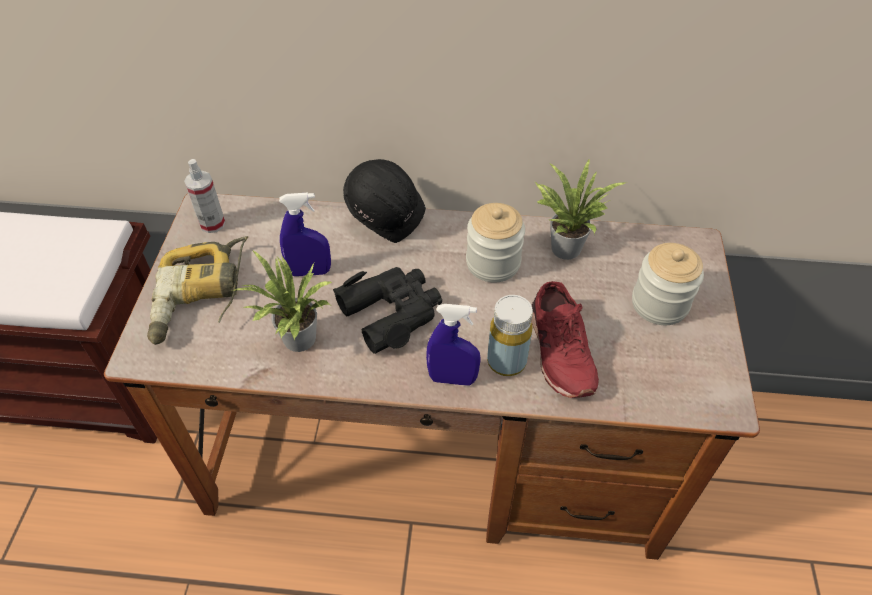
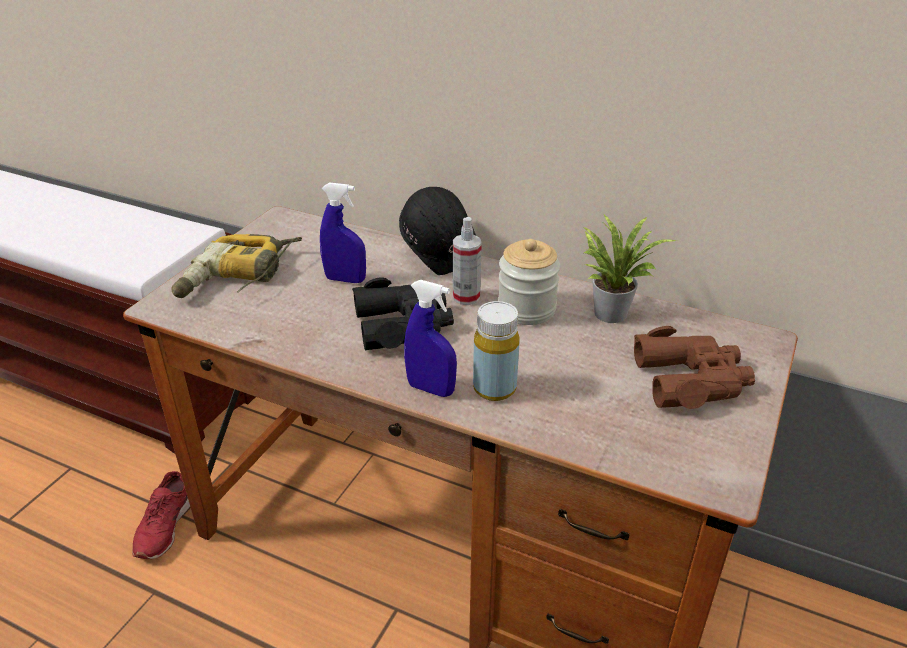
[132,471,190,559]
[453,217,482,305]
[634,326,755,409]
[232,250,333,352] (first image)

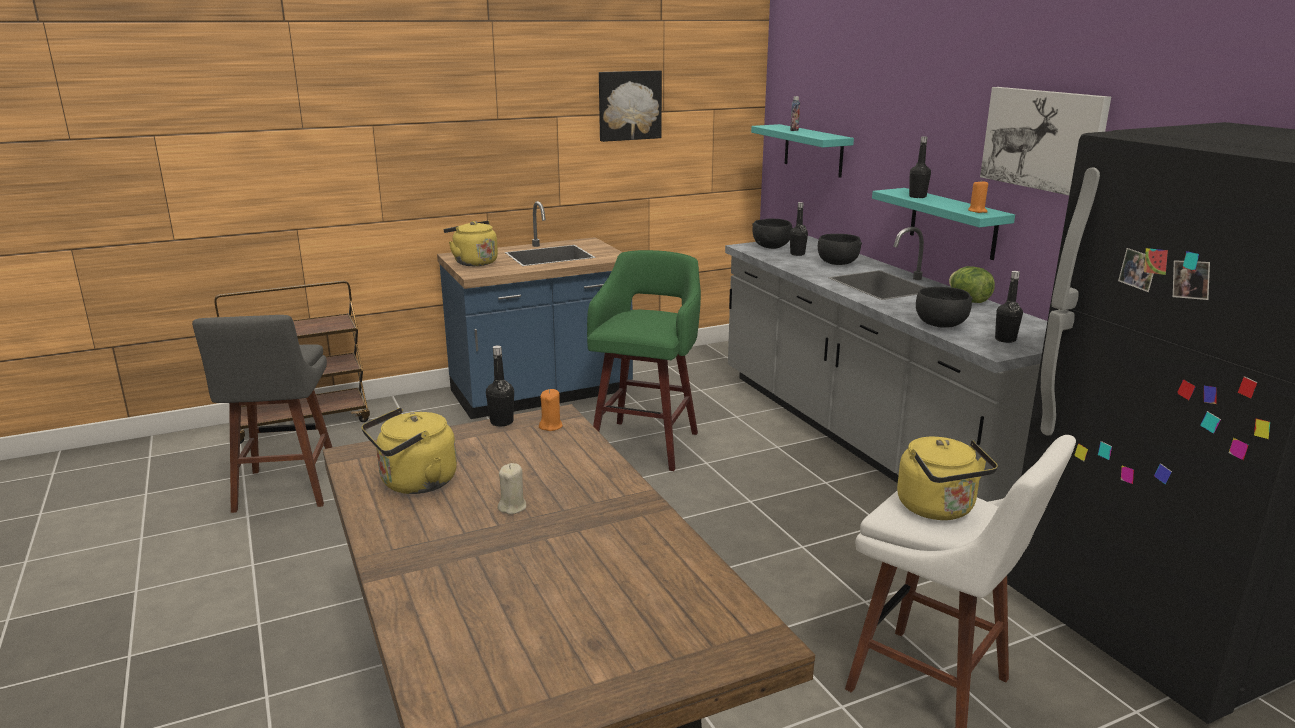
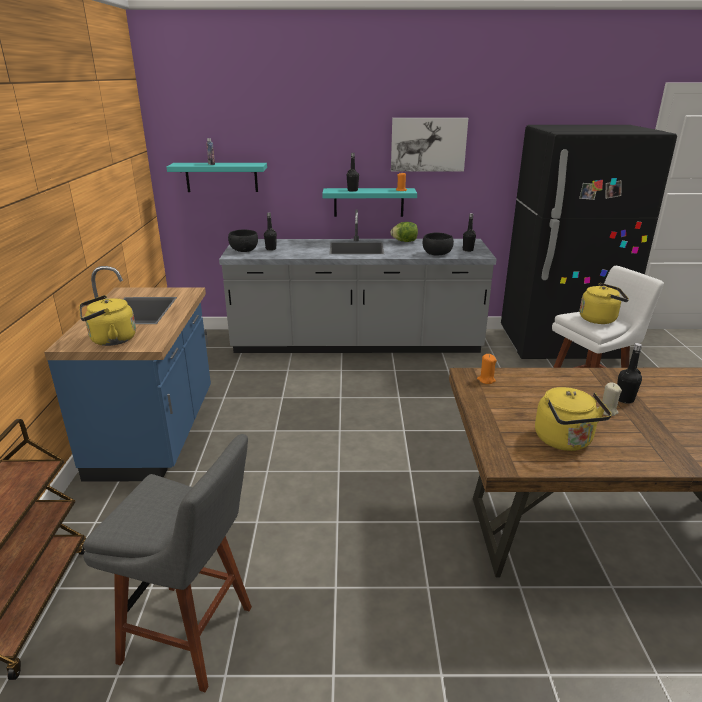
[617,343,642,404]
[587,250,701,471] (first image)
[599,70,662,142] (first image)
[818,234,862,265] (first image)

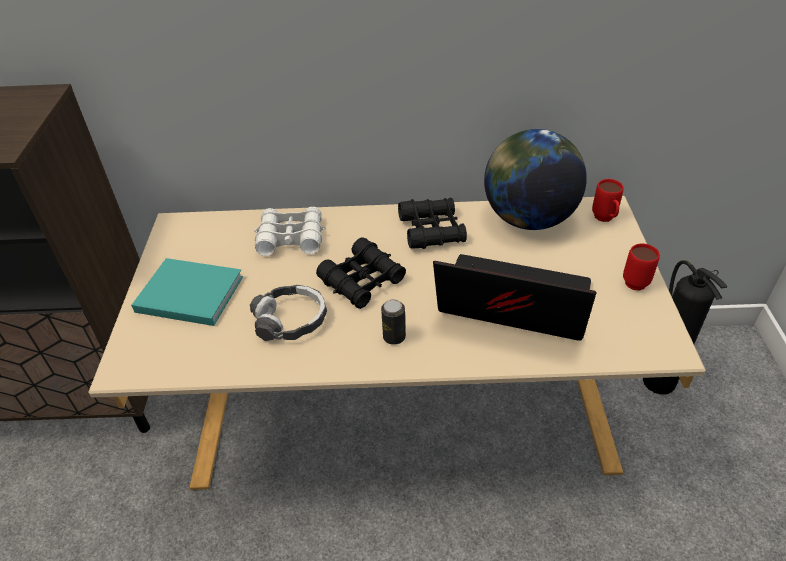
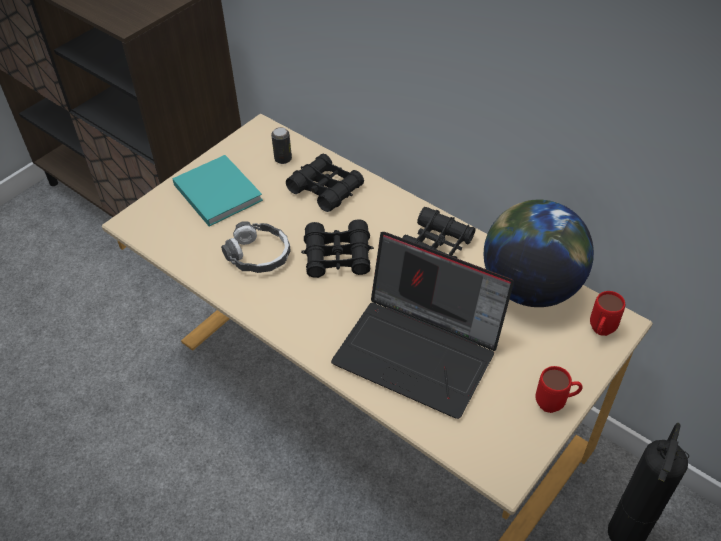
[271,127,292,164]
[286,154,364,212]
[331,232,514,419]

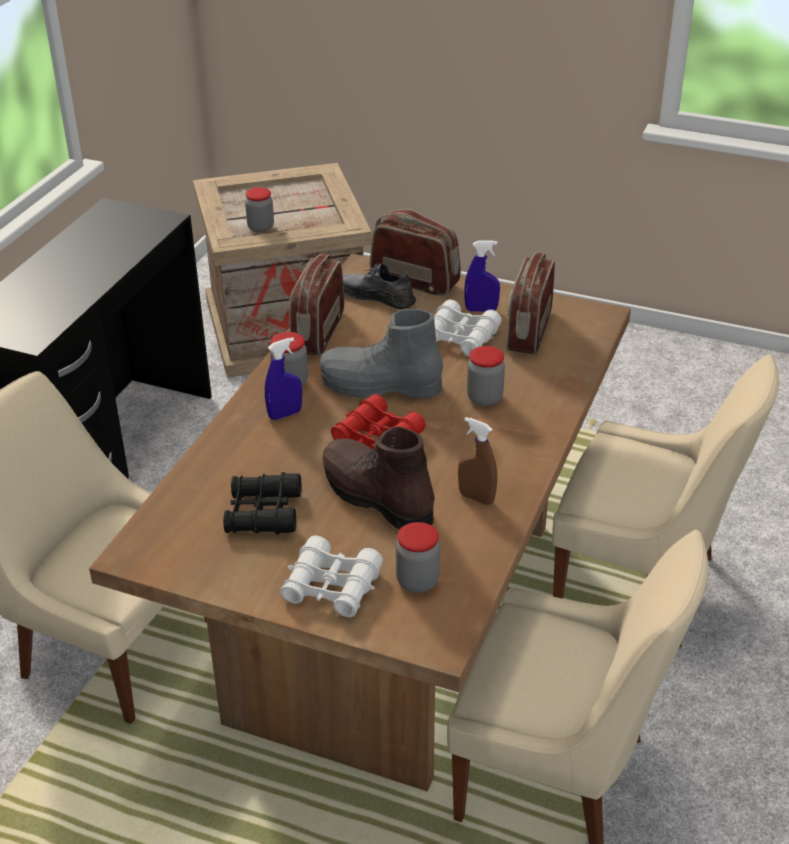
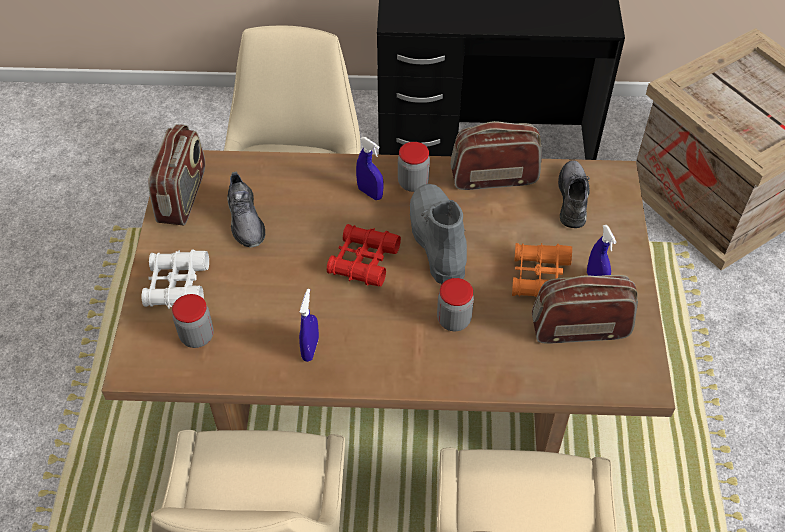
[148,124,205,225]
[227,172,265,248]
[299,289,319,362]
[512,243,572,297]
[245,187,274,233] (first image)
[323,426,435,529] (first image)

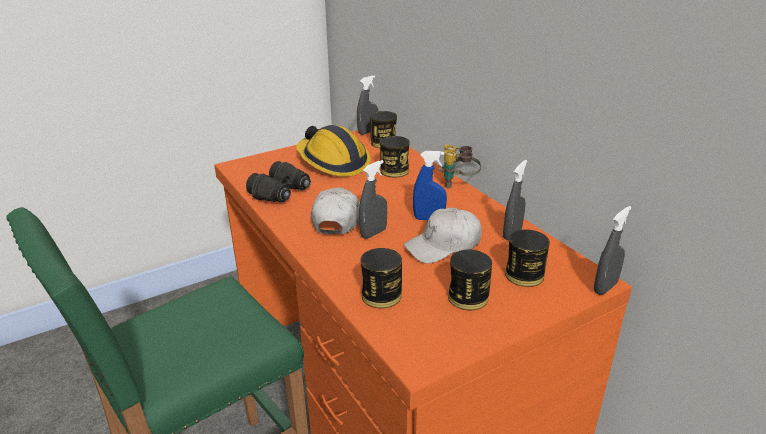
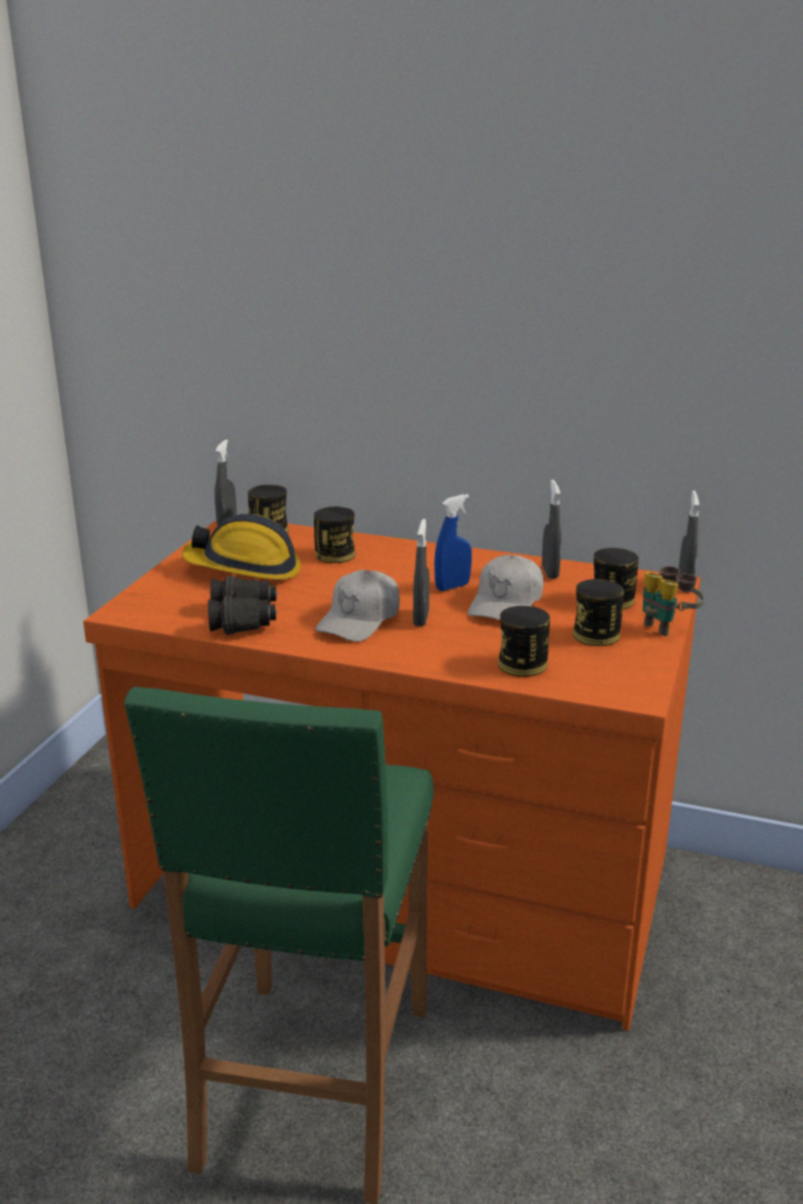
[315,570,400,642]
[643,566,704,636]

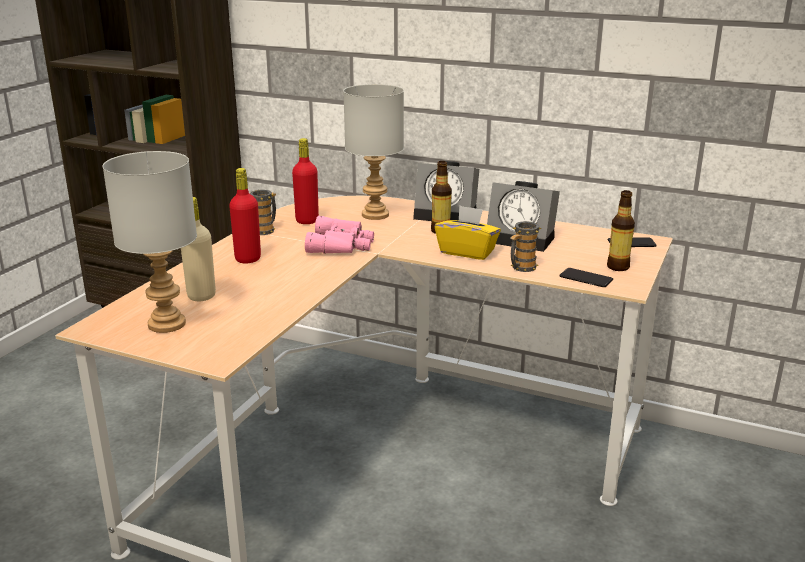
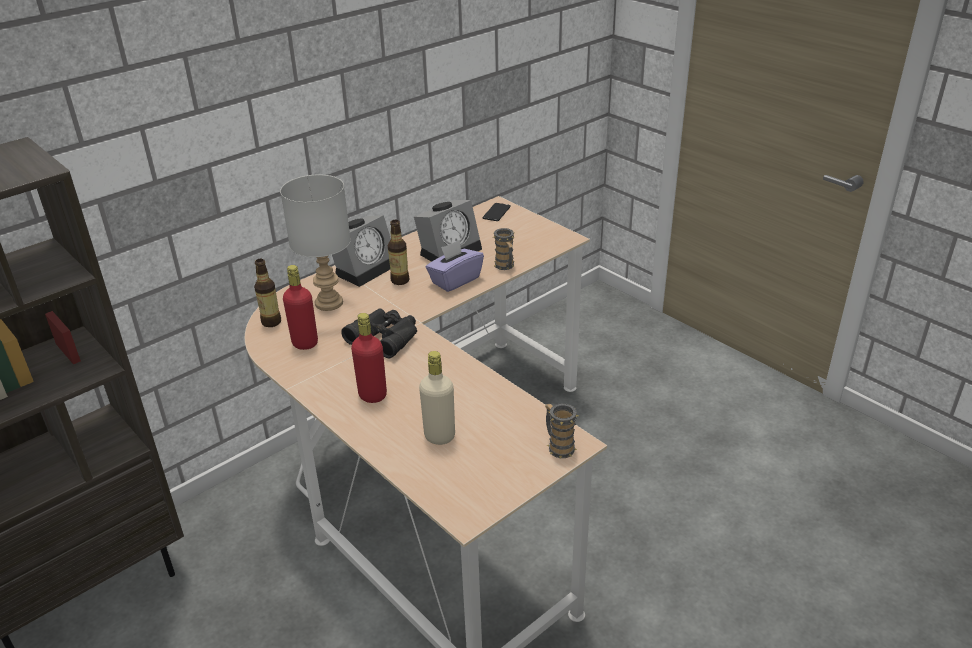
[254,259,281,327]
[341,308,417,359]
[426,240,484,292]
[545,403,579,458]
[102,151,197,333] (first image)
[559,268,613,287] (first image)

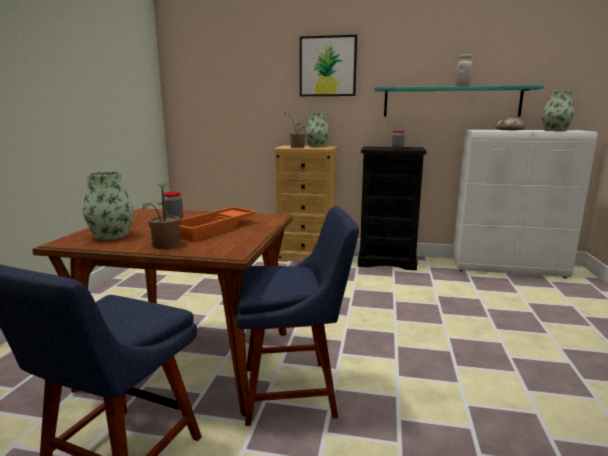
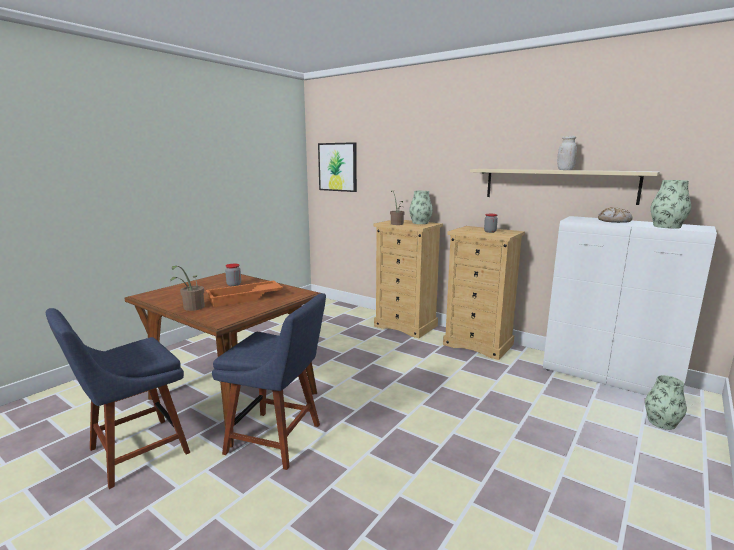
[318,142,357,192]
[443,226,525,360]
[470,169,659,205]
[645,375,687,430]

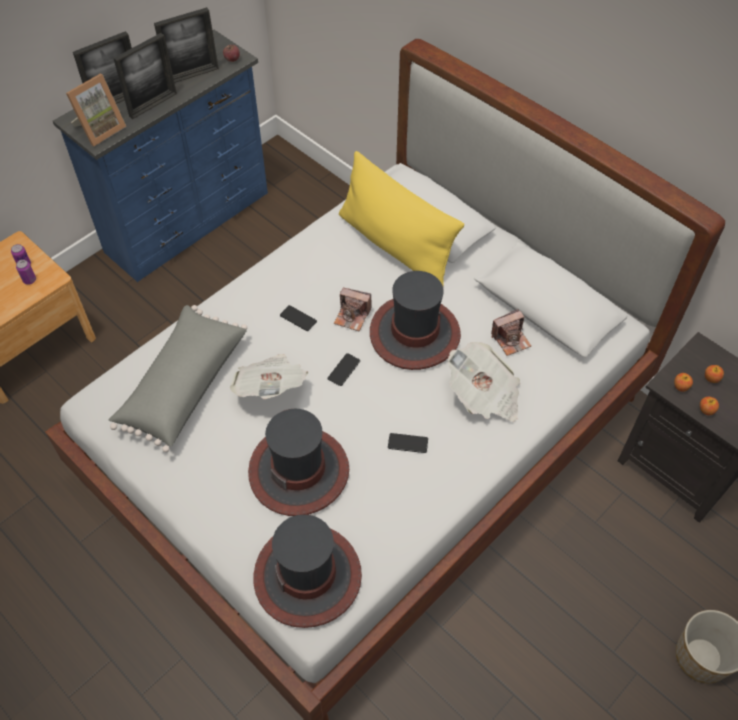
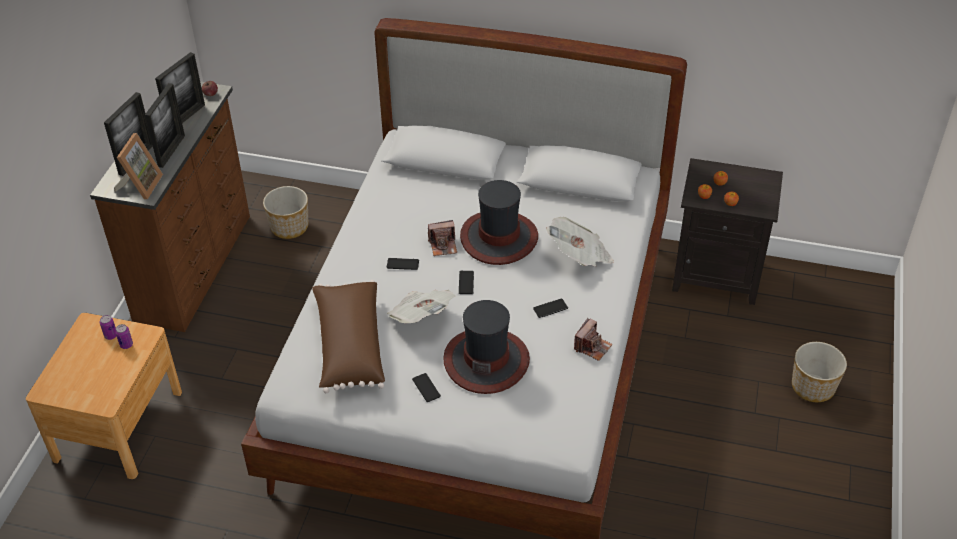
[90,81,250,332]
[263,186,308,239]
[312,280,385,393]
[412,373,441,402]
[574,318,612,361]
[253,514,362,628] (first image)
[339,151,464,285] (first image)

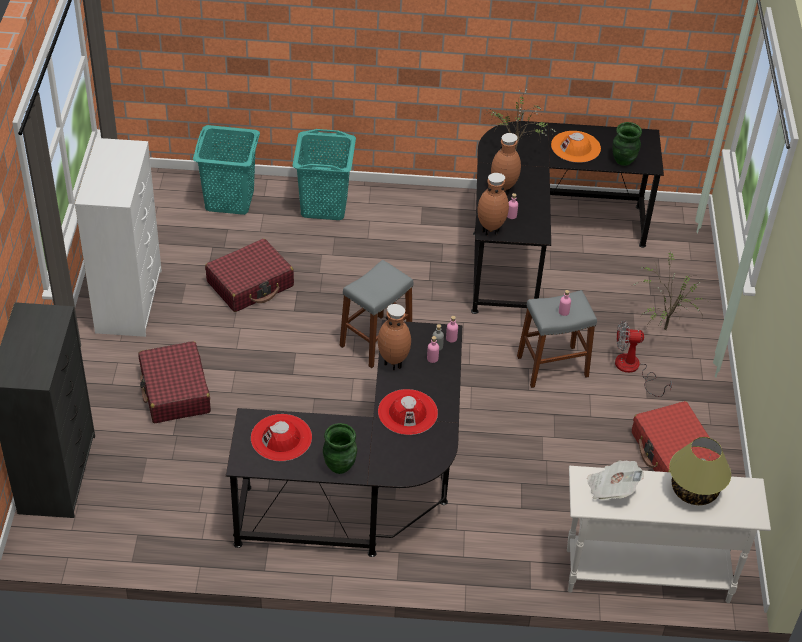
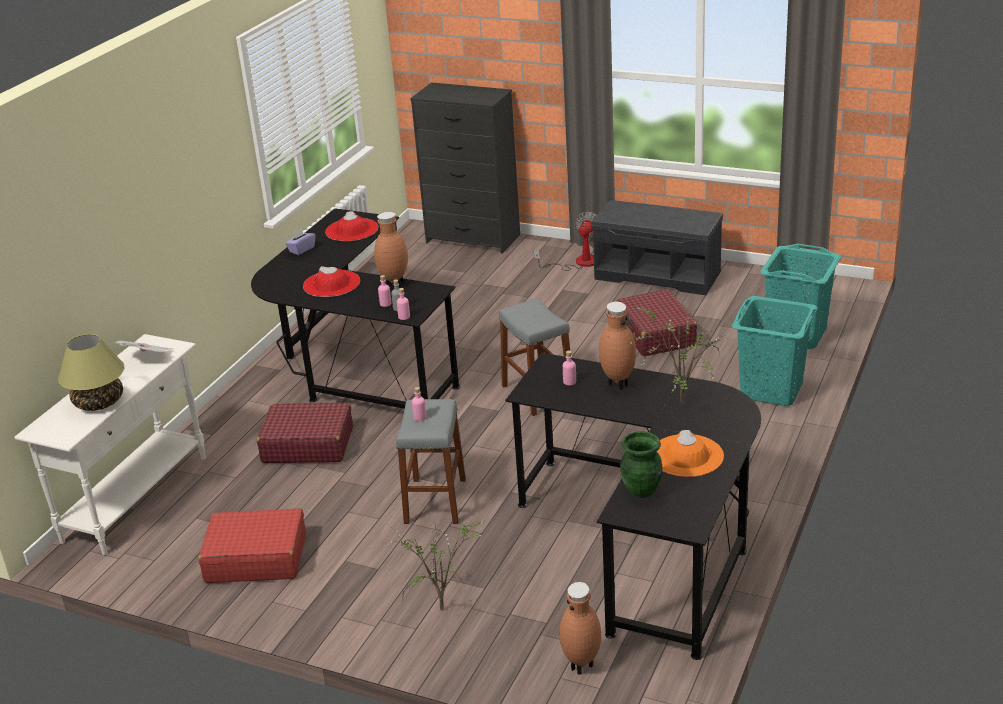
[257,402,353,463]
[285,228,316,255]
[534,212,596,271]
[559,582,601,675]
[592,200,723,295]

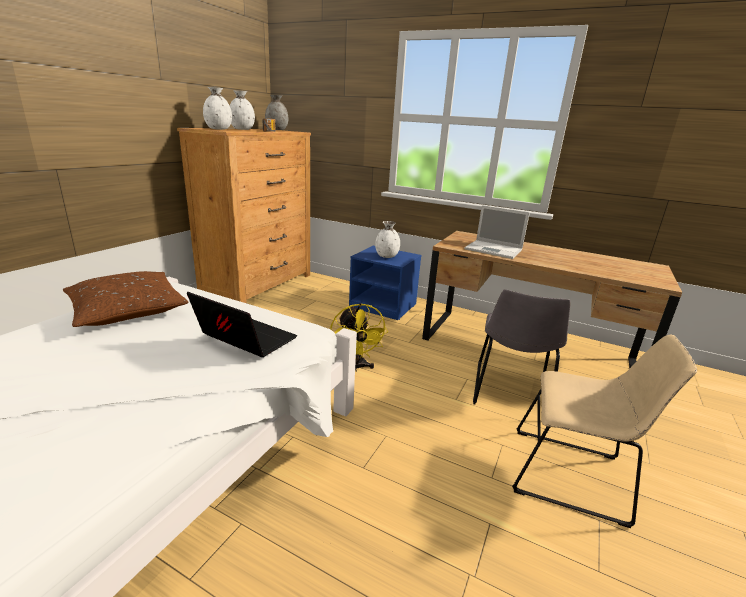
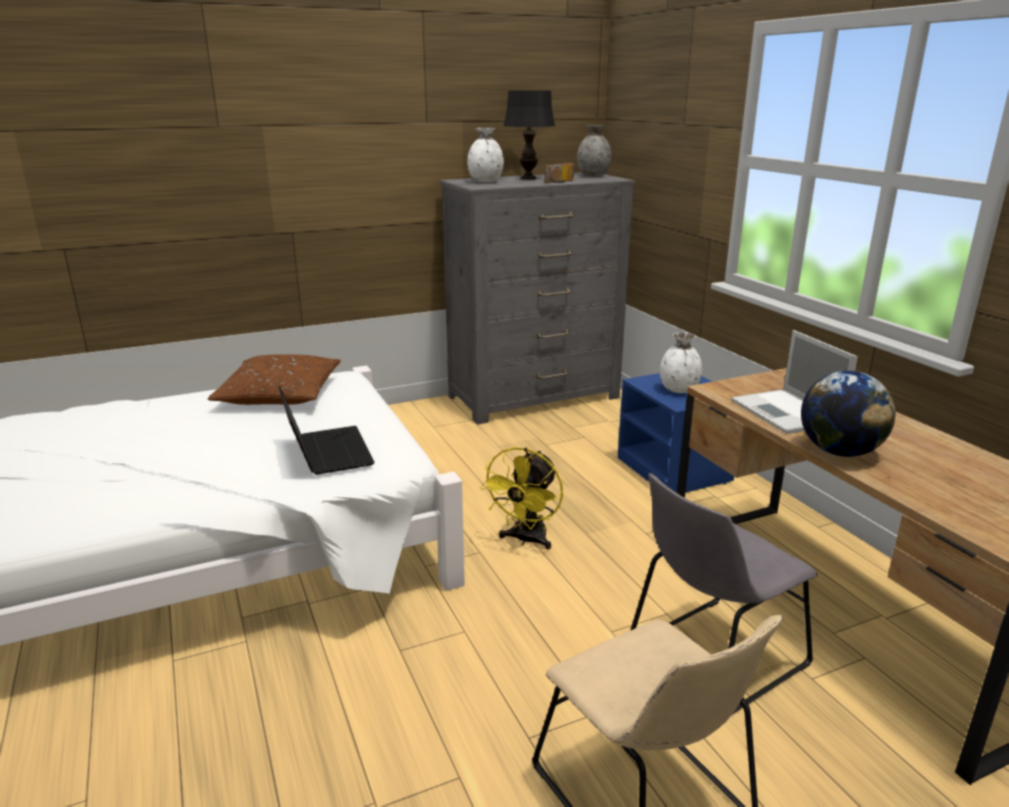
[440,173,636,425]
[504,91,555,180]
[801,371,895,457]

